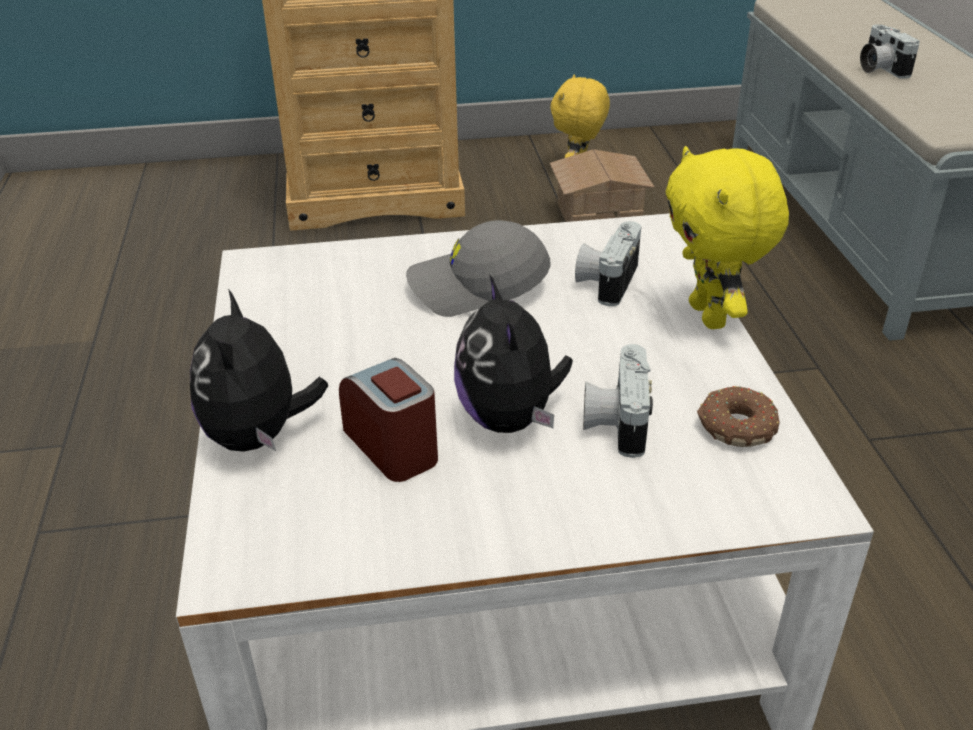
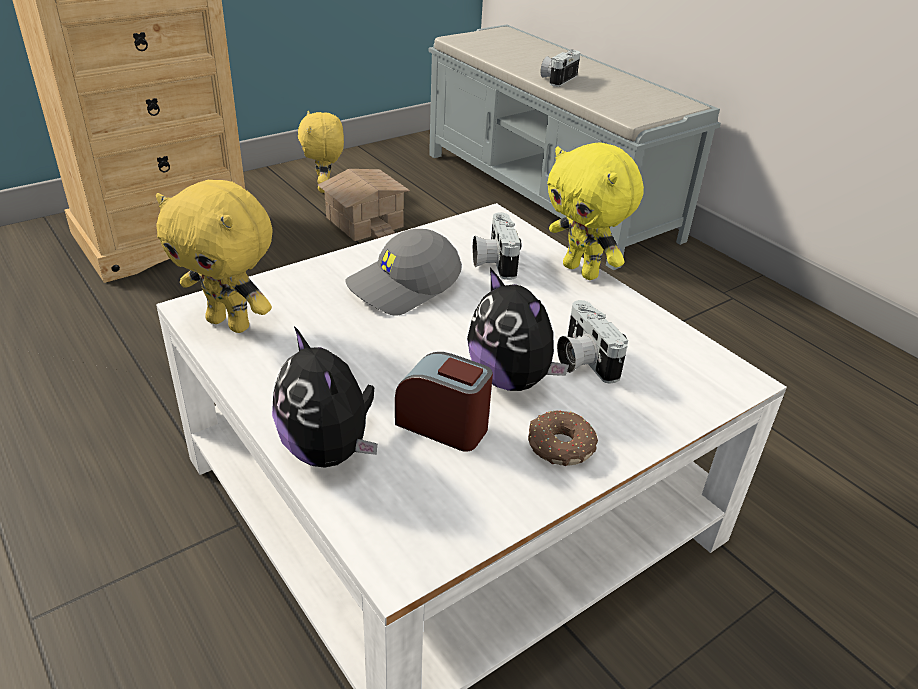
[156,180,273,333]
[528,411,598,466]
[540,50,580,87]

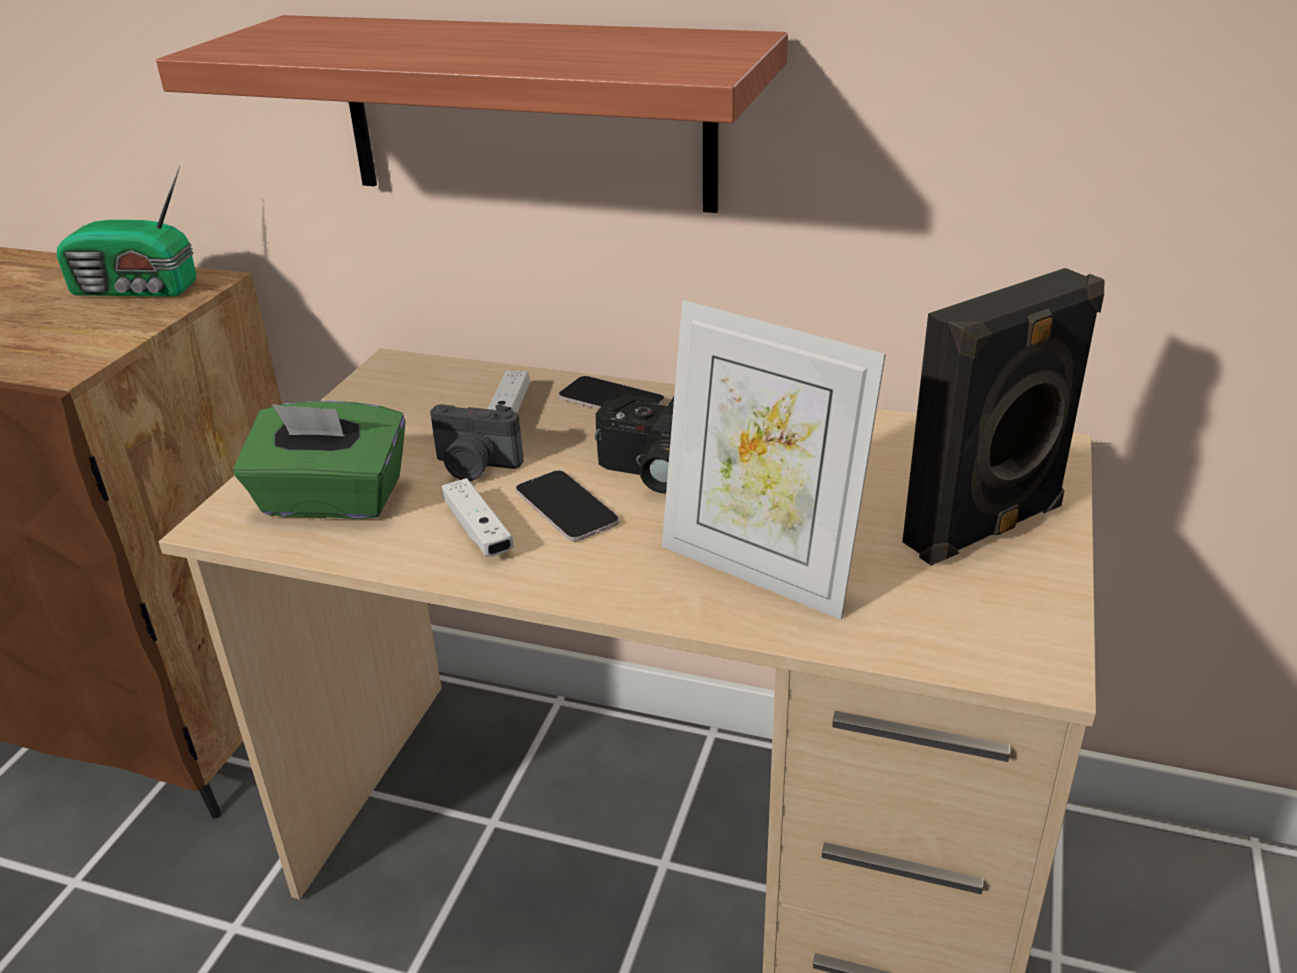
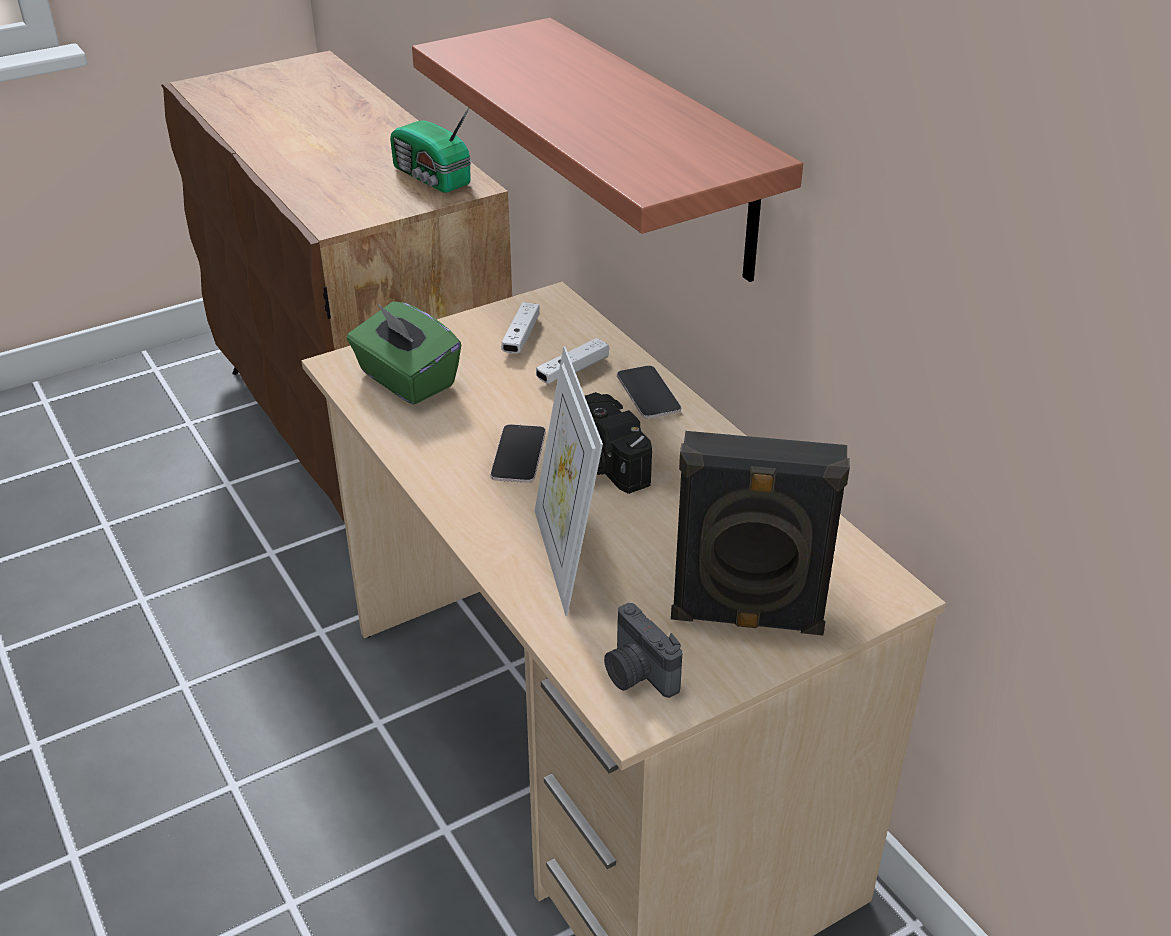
[501,302,540,354]
[604,603,682,698]

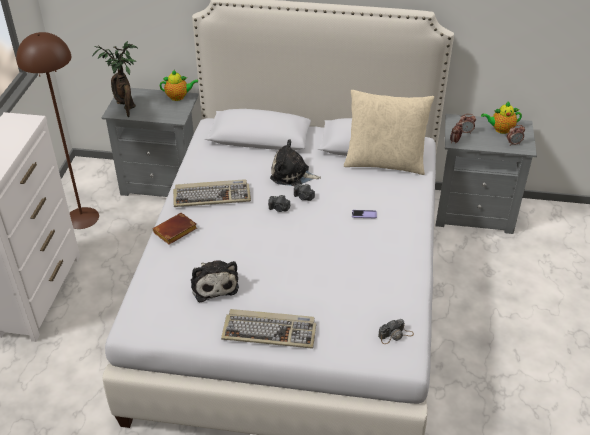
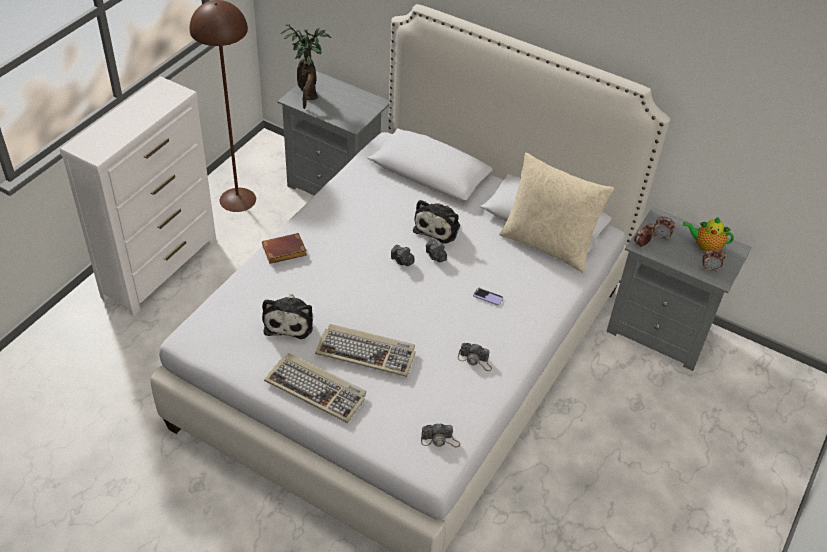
[315,324,416,377]
[413,200,460,244]
[458,343,492,371]
[160,70,198,101] (first image)

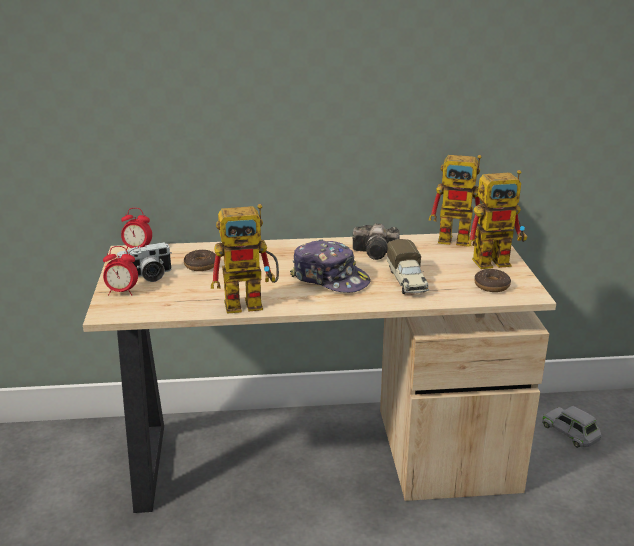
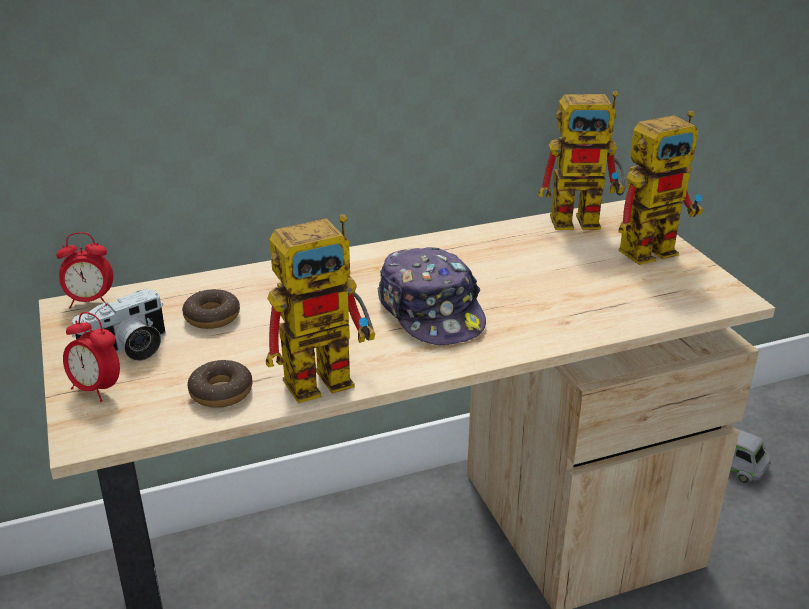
[63,312,120,402]
[187,360,252,408]
[378,247,486,345]
[352,223,400,260] (first image)
[387,239,429,294] (first image)

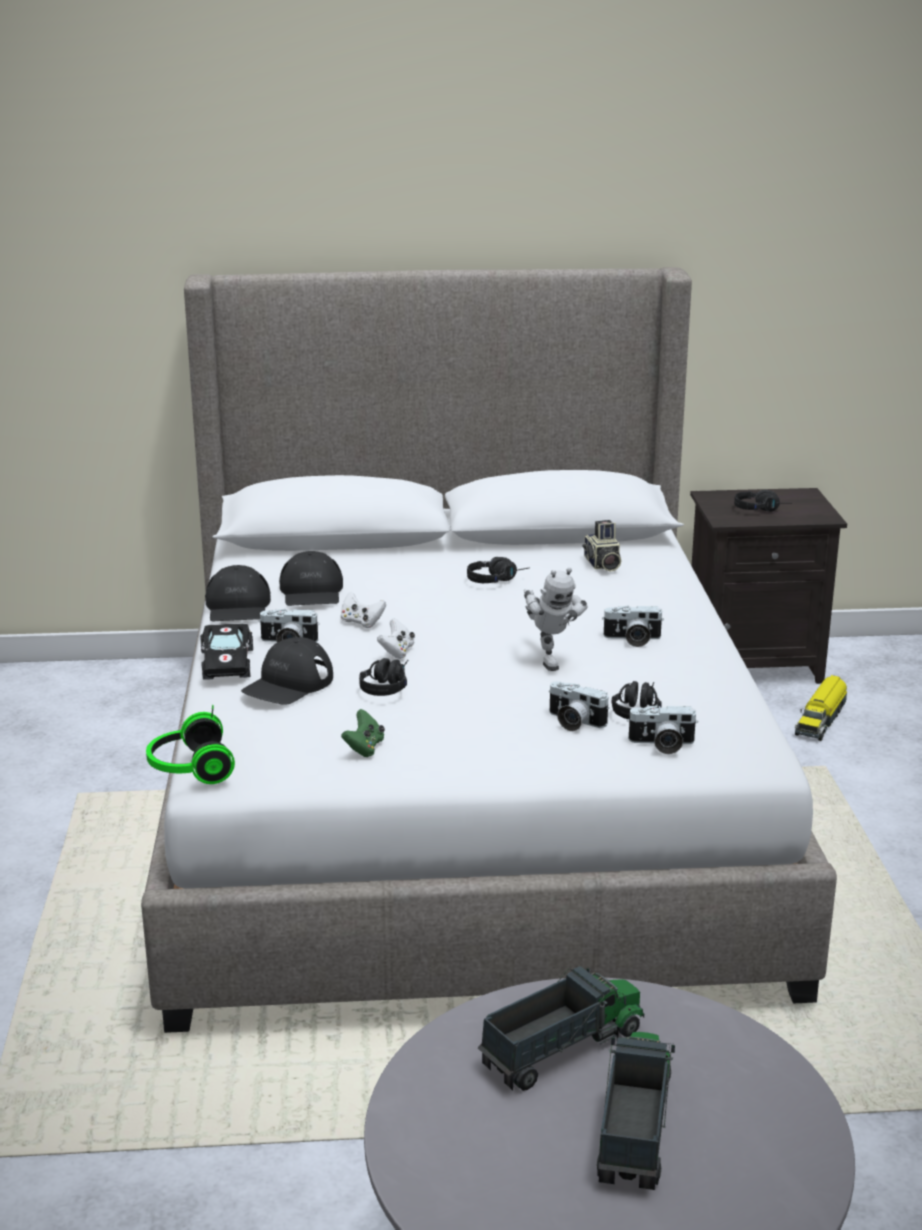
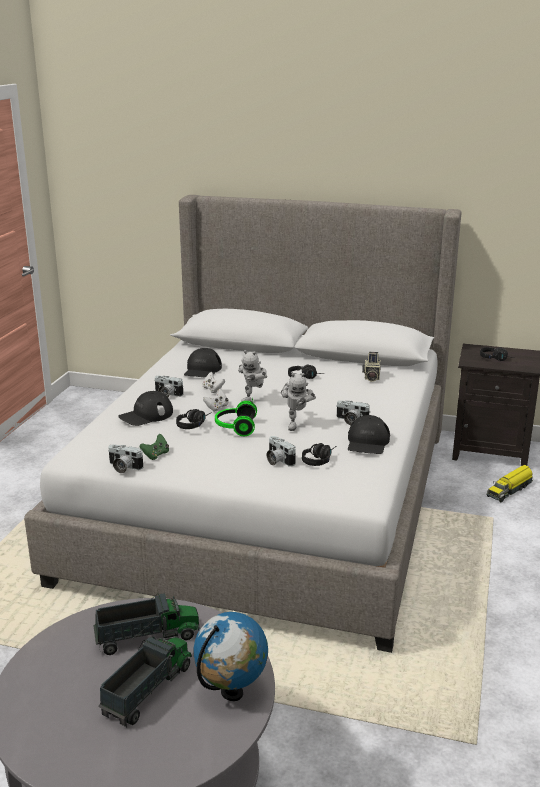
[108,444,143,473]
[193,612,268,701]
[215,398,257,436]
[238,350,267,402]
[348,415,390,454]
[200,623,253,680] (first image)

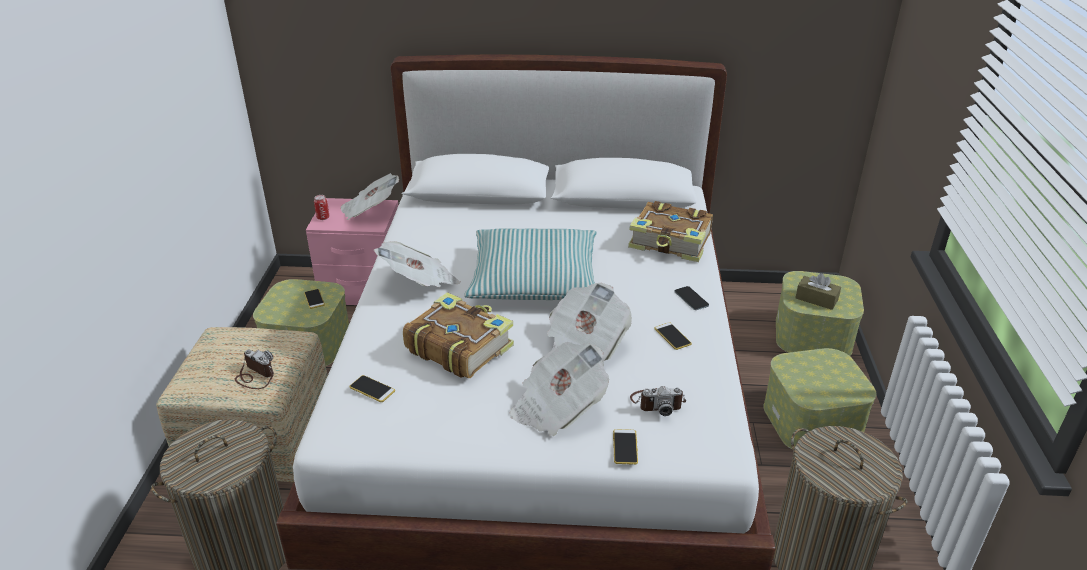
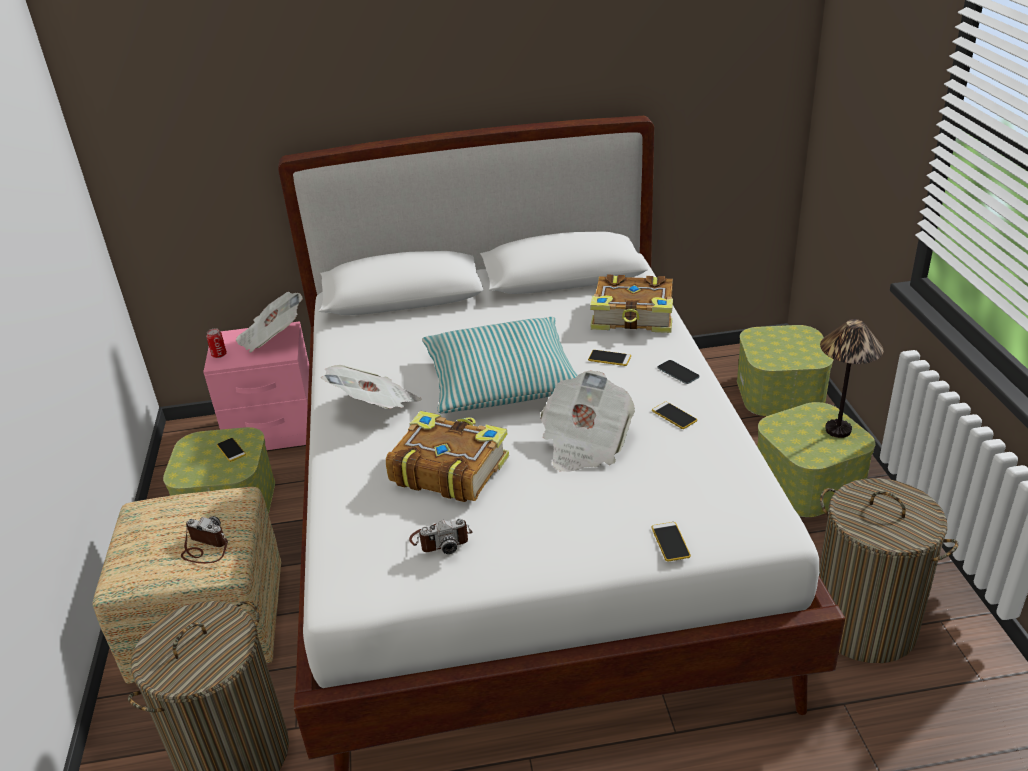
[409,519,472,554]
[588,350,631,366]
[820,319,884,438]
[510,342,609,436] (first image)
[795,273,841,310] (first image)

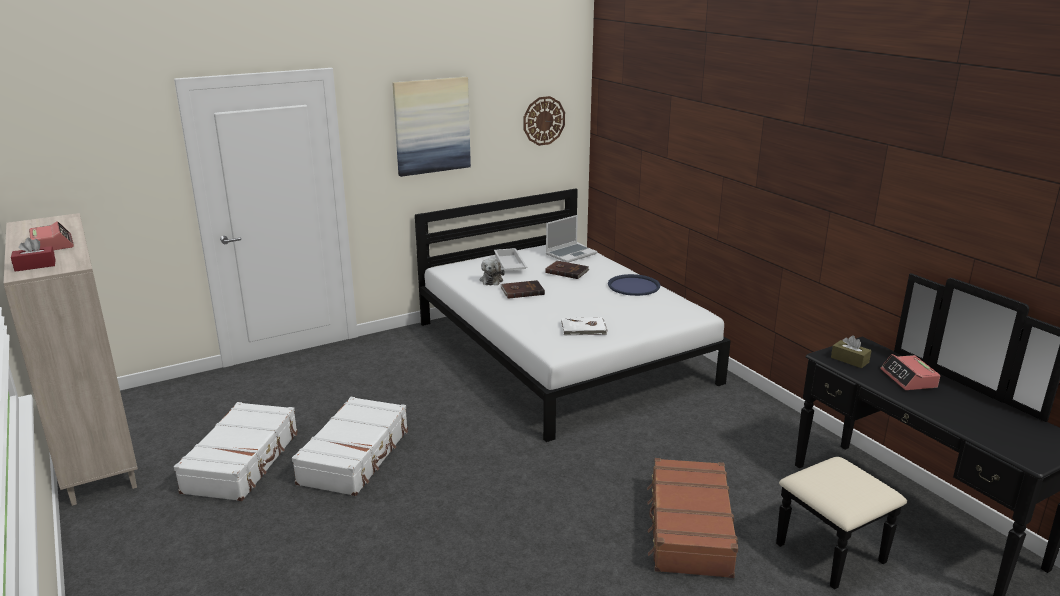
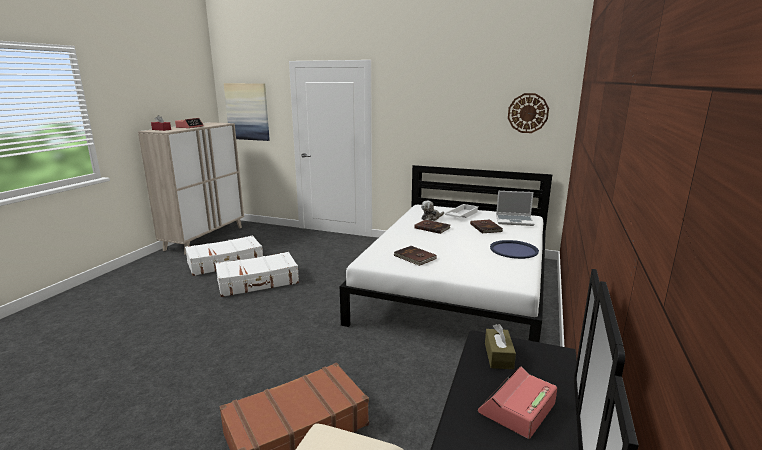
[224,83,270,141]
[393,246,437,266]

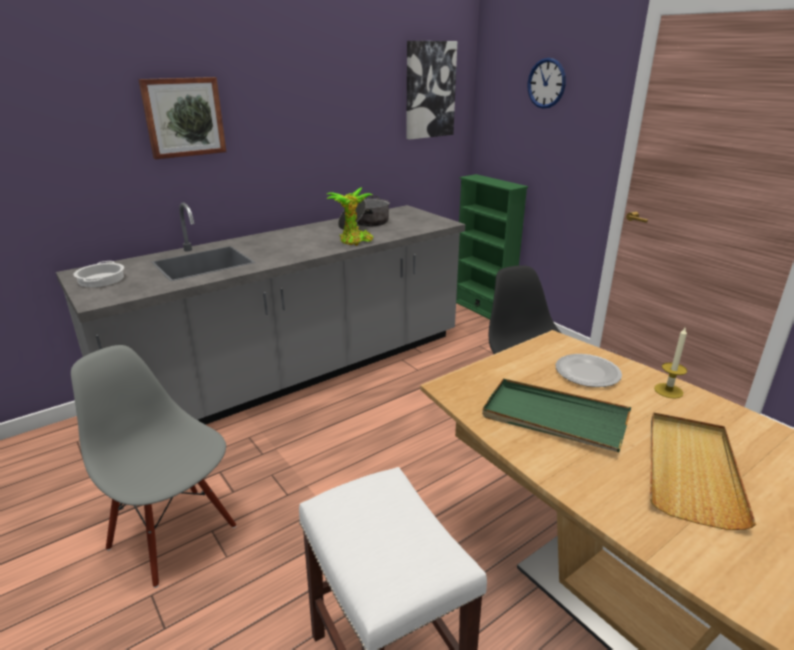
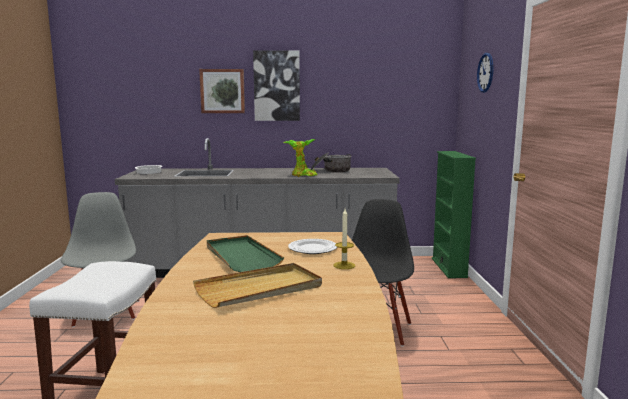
[253,50,300,121]

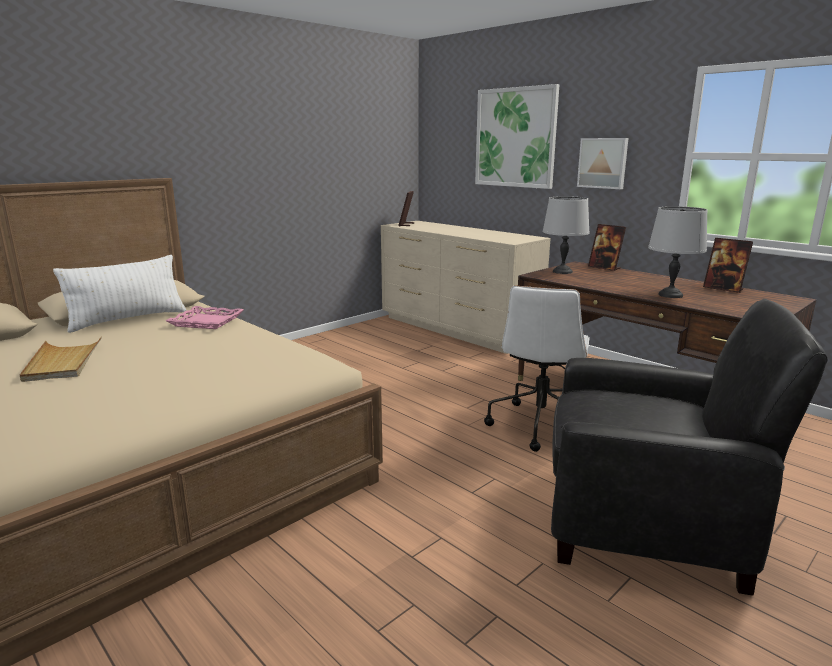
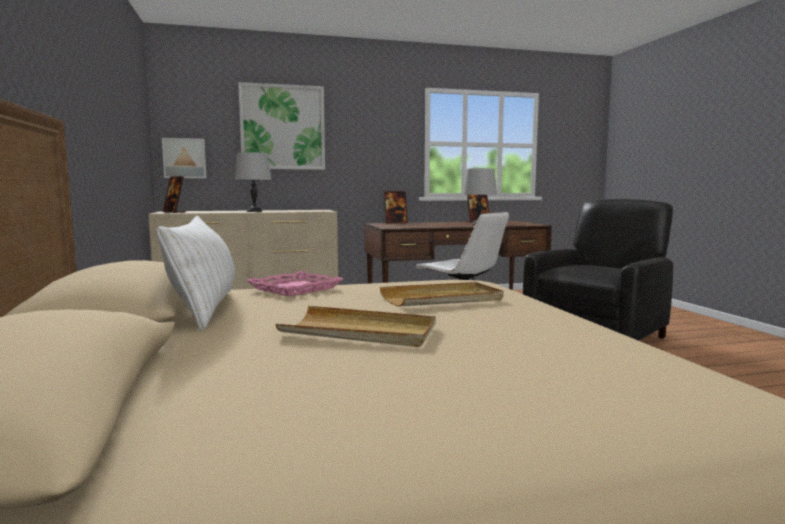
[162,138,206,178]
[235,152,272,212]
[380,282,504,307]

